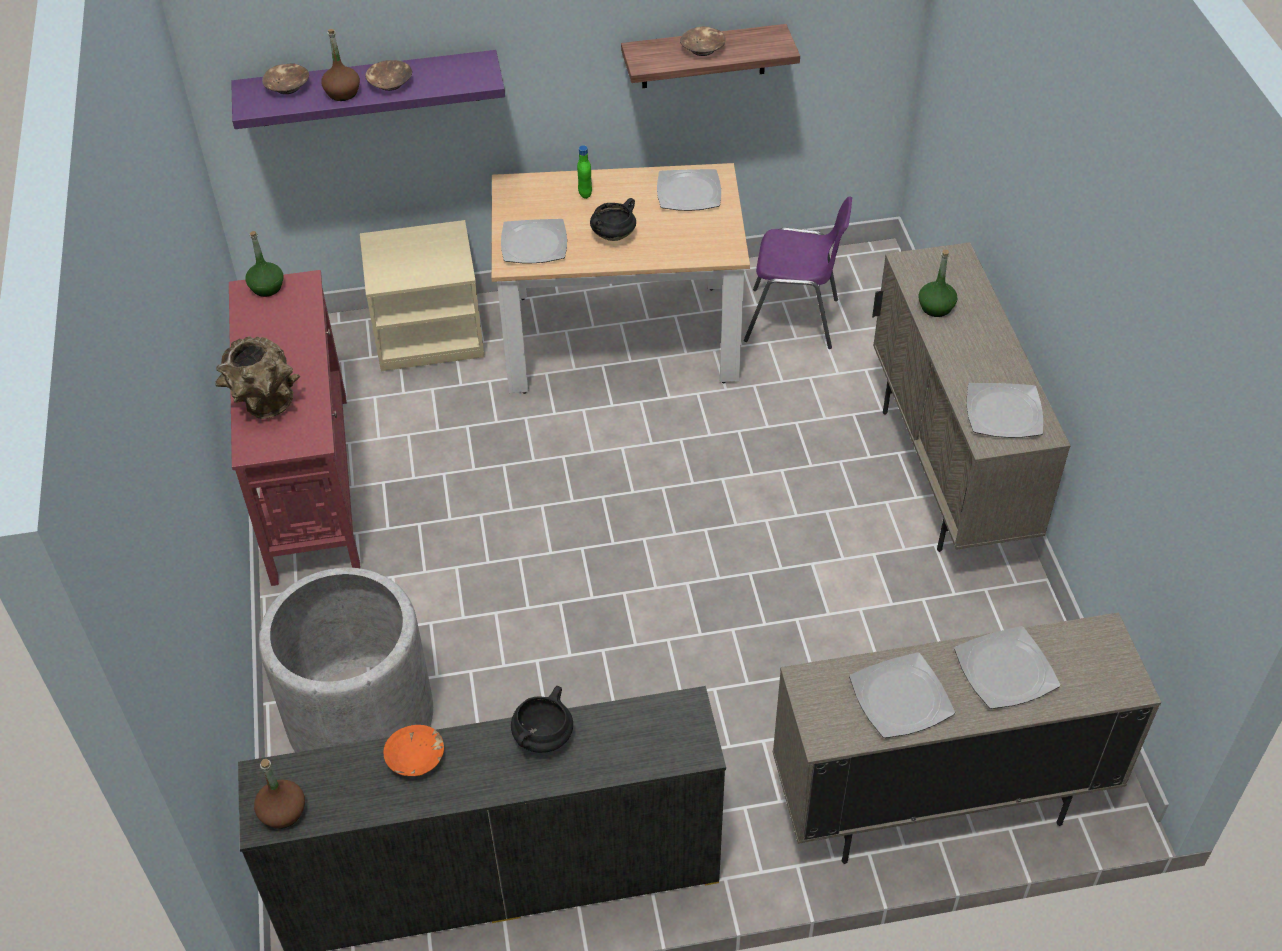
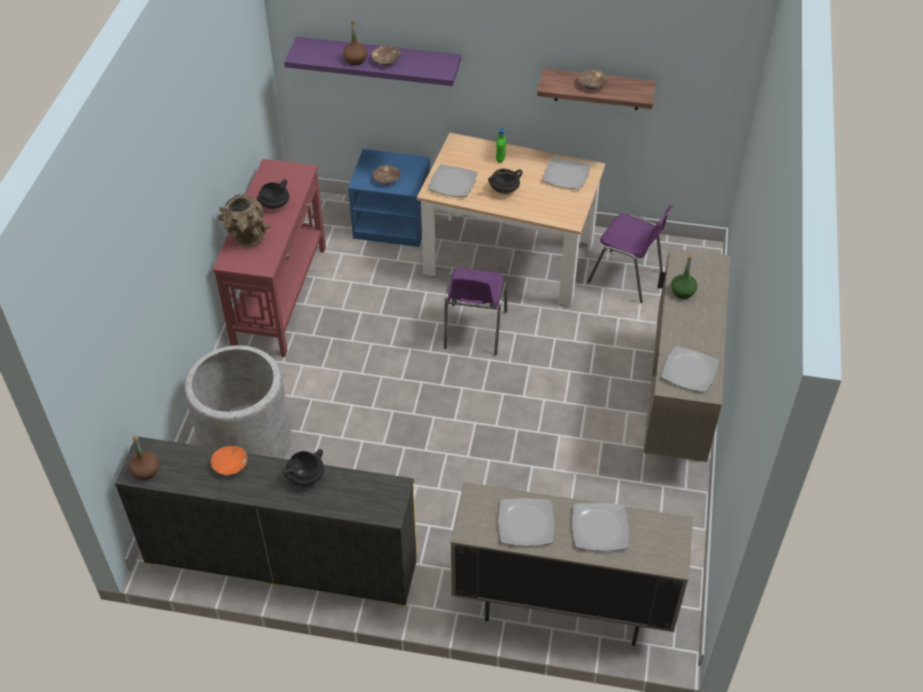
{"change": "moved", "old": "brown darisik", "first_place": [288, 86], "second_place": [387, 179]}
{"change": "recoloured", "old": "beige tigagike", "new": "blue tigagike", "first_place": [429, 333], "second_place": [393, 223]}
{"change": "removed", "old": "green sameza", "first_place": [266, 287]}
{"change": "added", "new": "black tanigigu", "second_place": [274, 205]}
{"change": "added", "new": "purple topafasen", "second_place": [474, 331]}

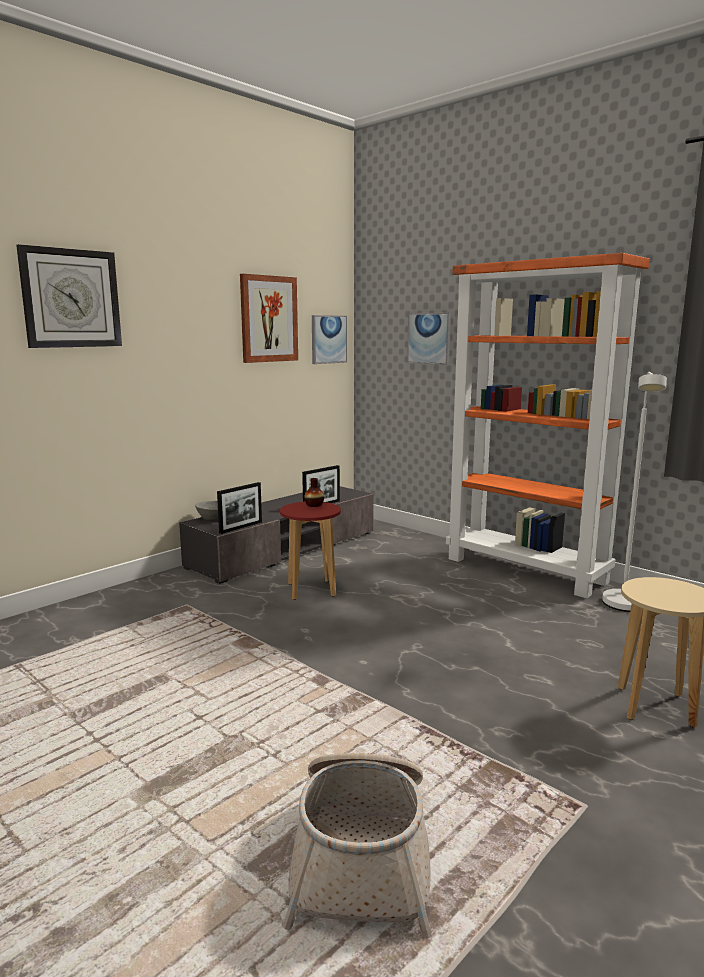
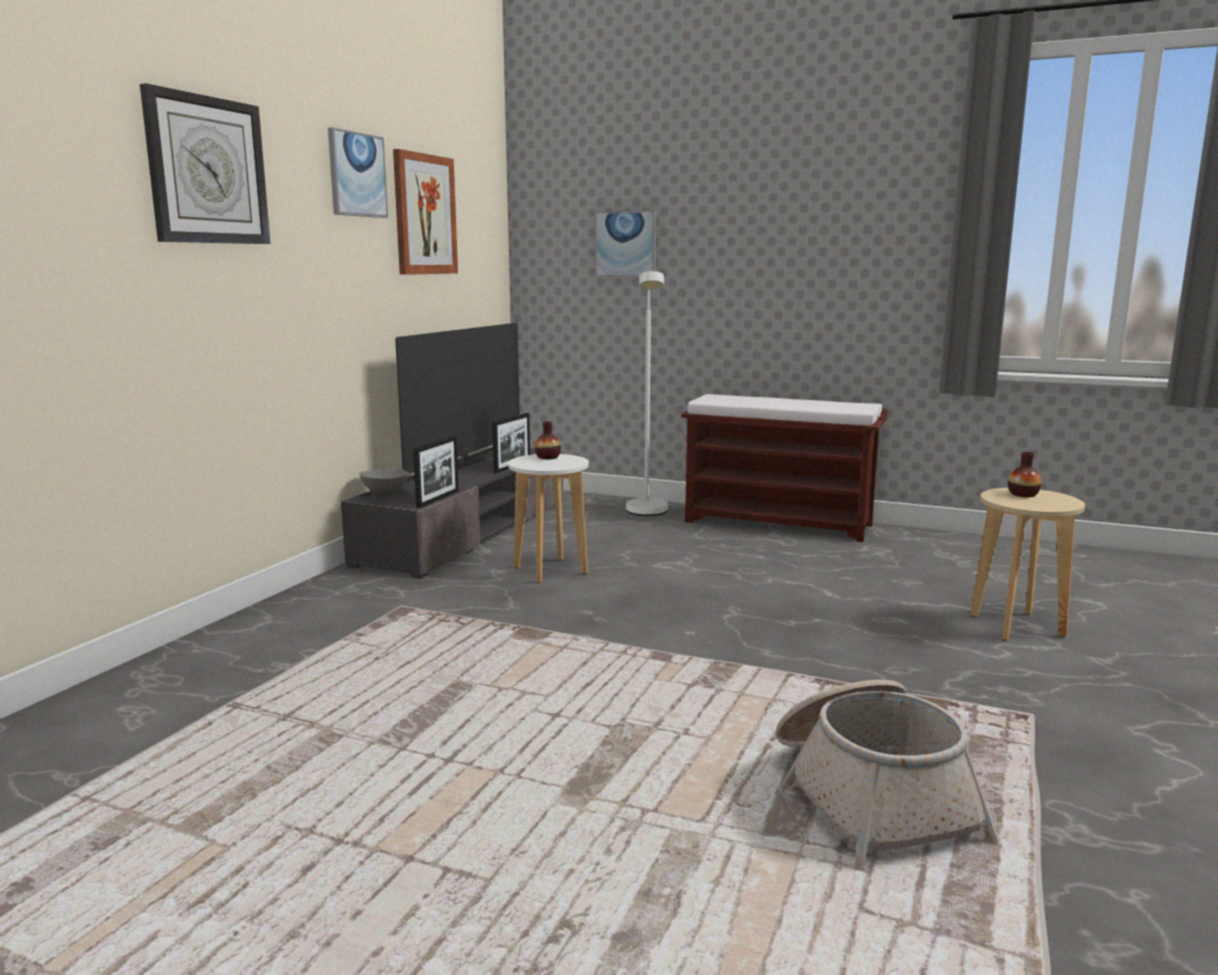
{"change": "replaced", "old": "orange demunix", "new": "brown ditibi", "first_place": [526, 570], "second_place": [780, 523]}
{"change": "moved", "old": "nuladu", "first_place": [328, 339], "second_place": [357, 175]}
{"change": "moved", "old": "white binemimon", "first_place": [624, 608], "second_place": [647, 513]}
{"change": "recoloured", "old": "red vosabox", "new": "white vosabox", "first_place": [311, 590], "second_place": [550, 570]}
{"change": "added", "new": "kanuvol", "second_place": [465, 463]}
{"change": "added", "new": "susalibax", "second_place": [1023, 494]}

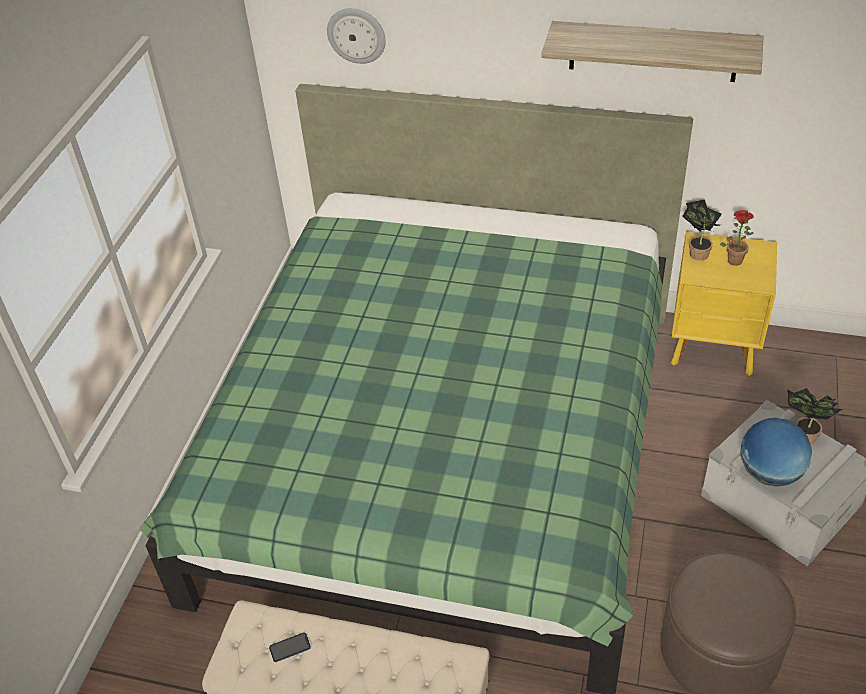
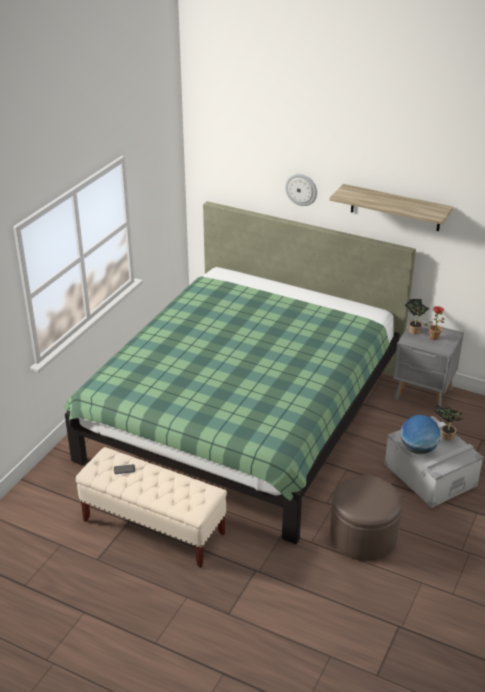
{"change": "moved", "old": "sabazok", "first_place": [356, 35], "second_place": [301, 189]}
{"change": "recoloured", "old": "yellow tigagike", "new": "grey tigagike", "first_place": [714, 347], "second_place": [423, 394]}

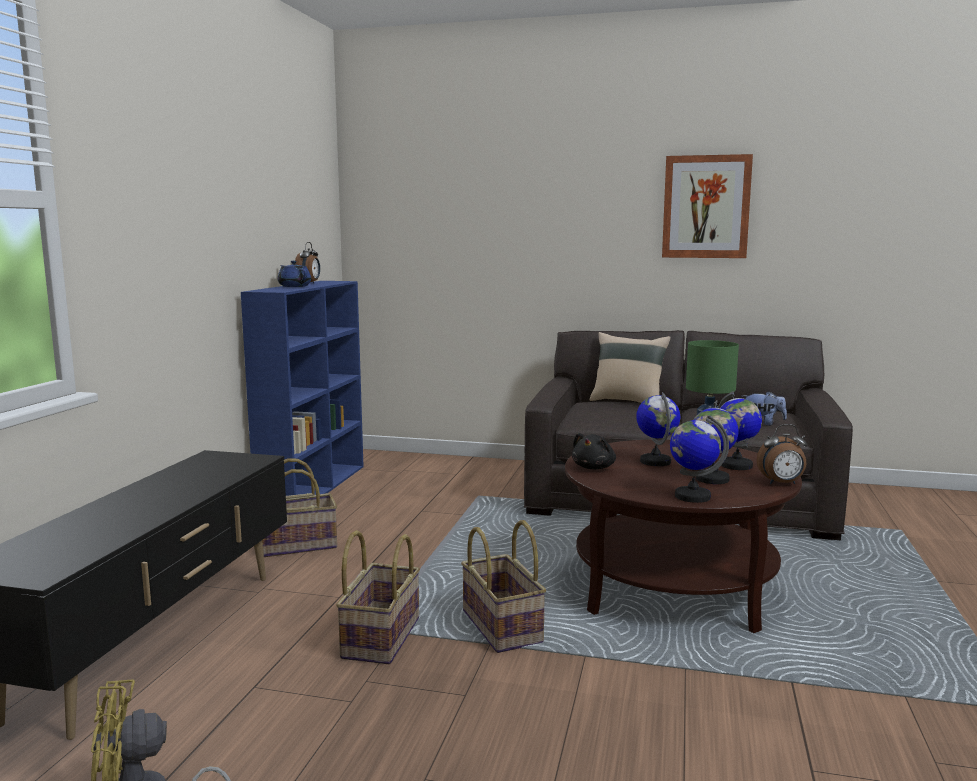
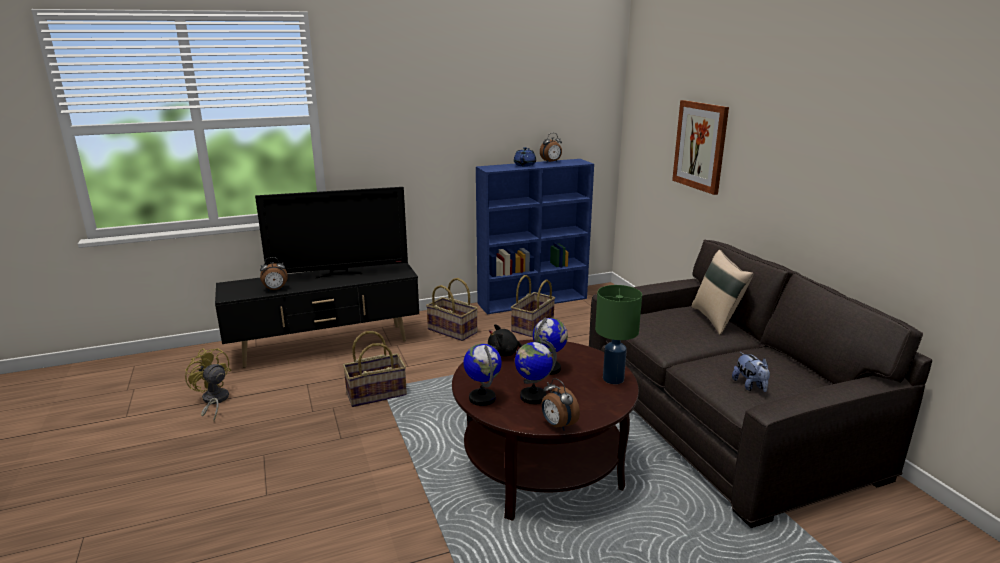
{"change": "moved", "old": "nuladu", "first_place": [706, 207], "second_place": [700, 146]}
{"change": "removed", "old": "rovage", "first_place": [736, 465]}
{"change": "moved", "old": "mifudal", "first_place": [503, 627], "second_place": [533, 326]}
{"change": "added", "new": "kanuvol", "second_place": [339, 274]}
{"change": "added", "new": "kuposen", "second_place": [275, 290]}

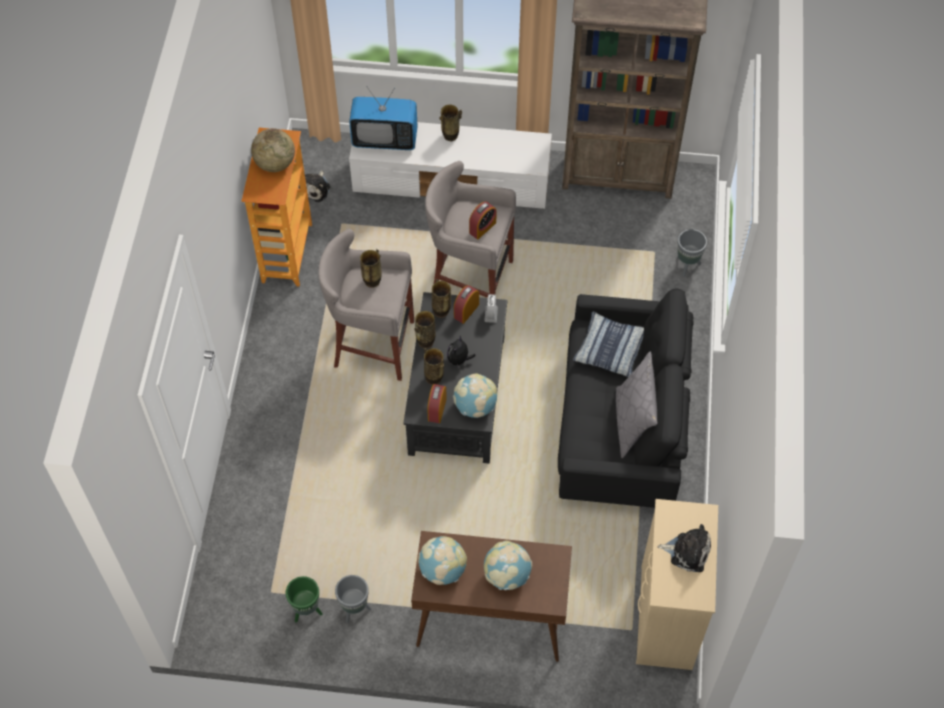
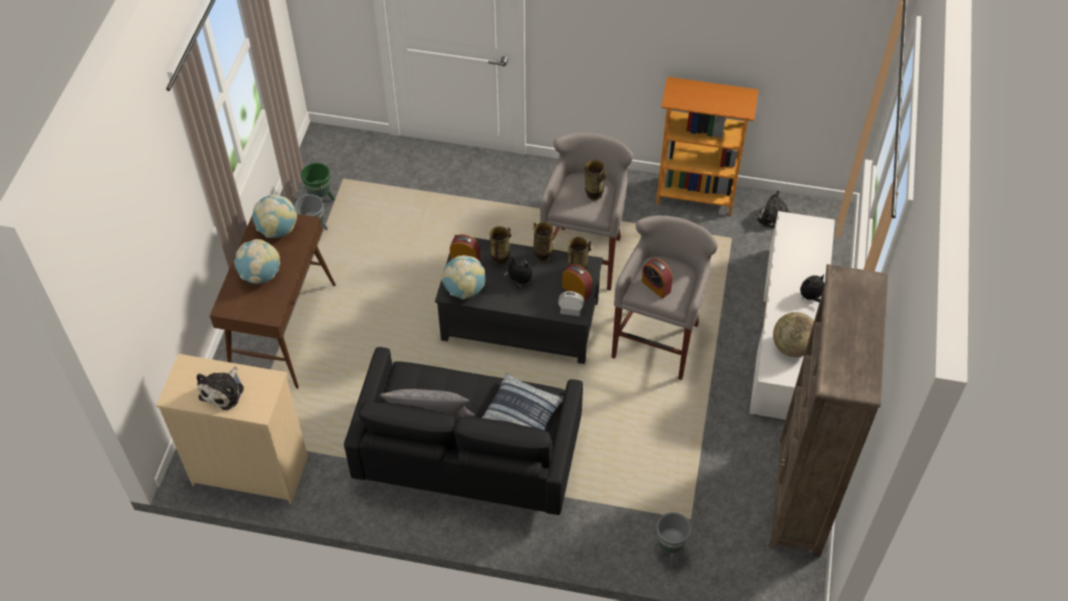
{"change": "removed", "old": "kanuvol", "first_place": [385, 139]}
{"change": "replaced", "old": "susalibax", "new": "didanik", "first_place": [450, 136], "second_place": [811, 297]}
{"change": "moved", "old": "rovage", "first_place": [275, 163], "second_place": [792, 347]}

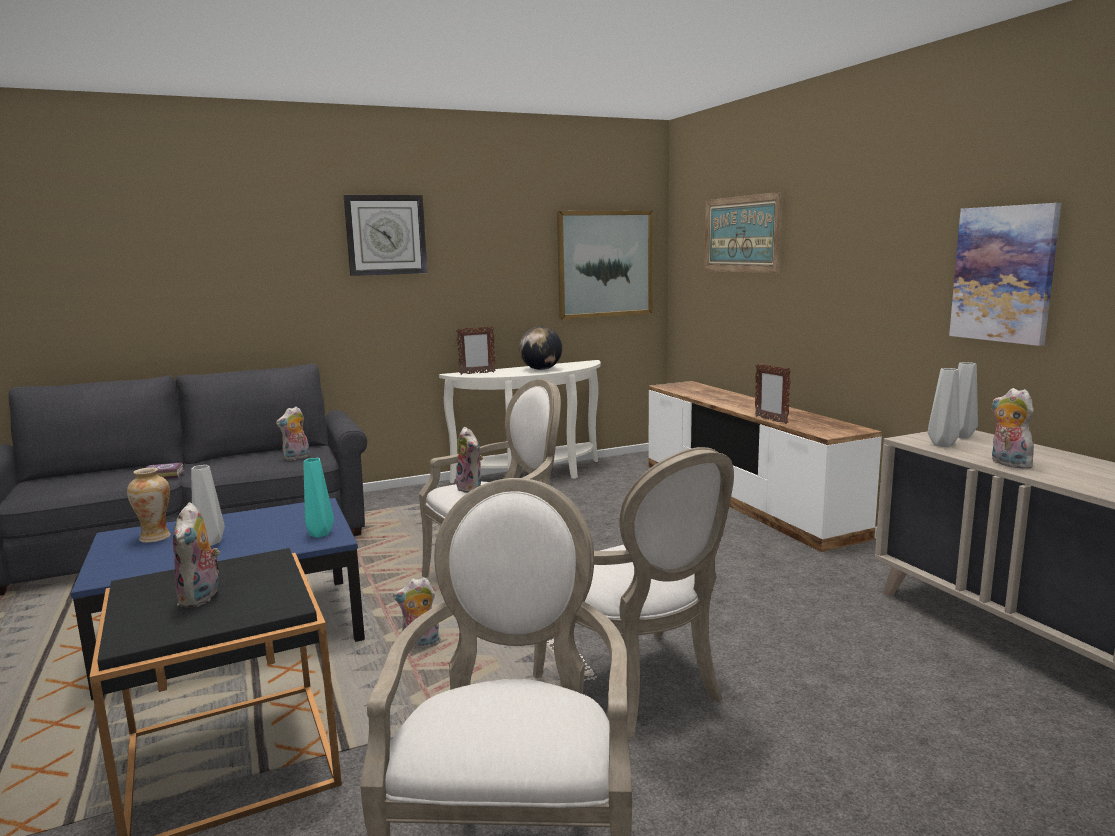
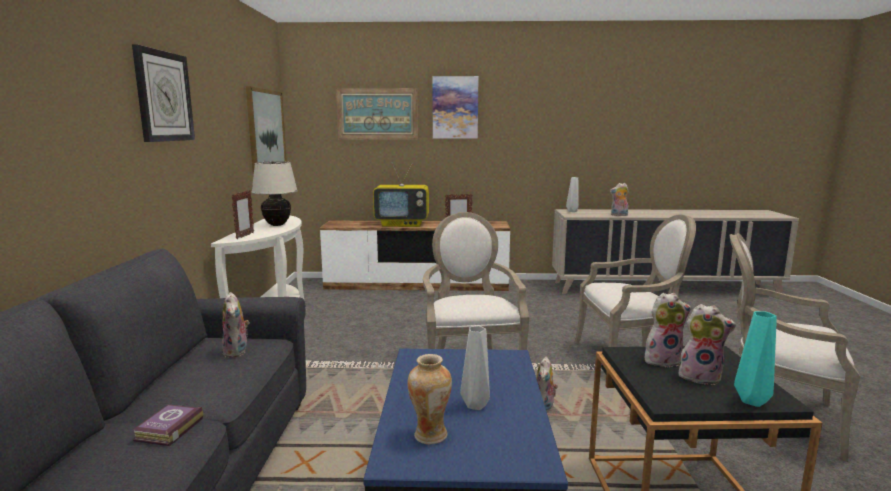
{"change": "moved", "old": "nuladu", "first_place": [1003, 274], "second_place": [455, 107]}
{"change": "replaced", "old": "rovage", "new": "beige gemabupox", "first_place": [541, 369], "second_place": [277, 225]}
{"change": "removed", "old": "grey susalibax", "first_place": [943, 445]}
{"change": "moved", "old": "didanik", "first_place": [471, 488], "second_place": [662, 360]}
{"change": "moved", "old": "turquoise susalibax", "first_place": [318, 534], "second_place": [753, 402]}
{"change": "added", "new": "kanuvol", "second_place": [403, 224]}

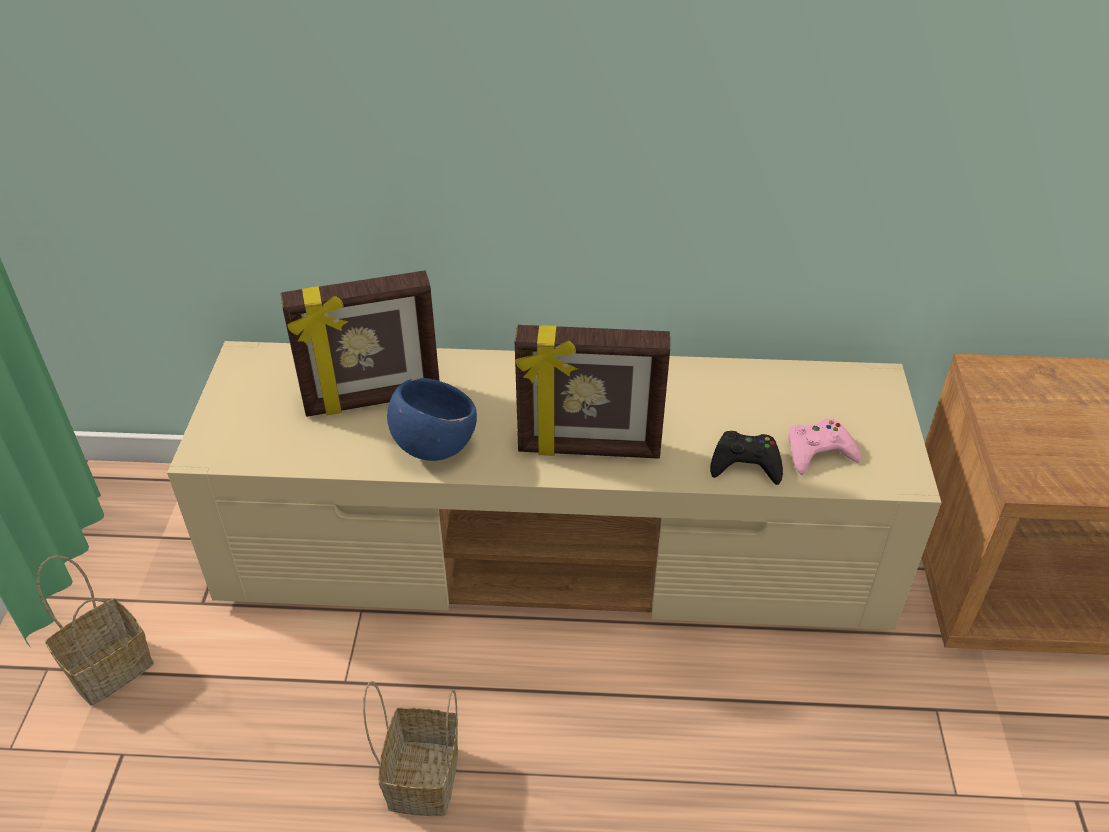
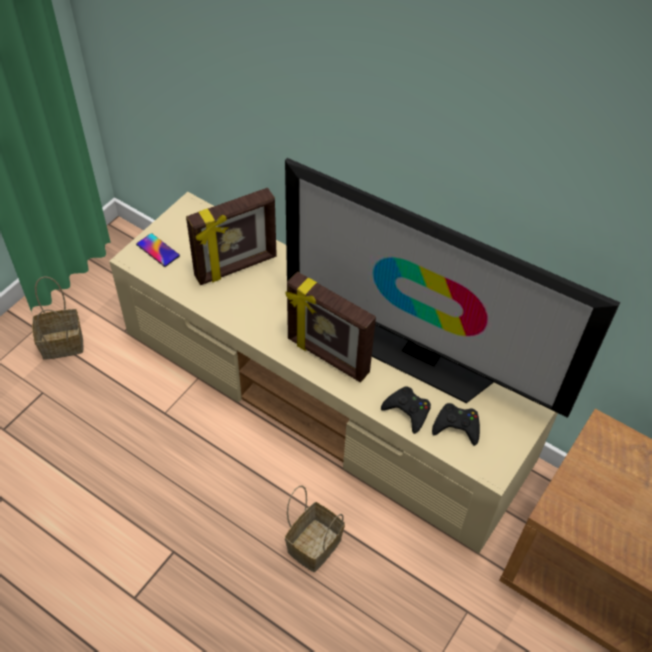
{"change": "turned", "old": "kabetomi", "first_place": [373, 400], "second_place": [236, 267], "degrees": -45}
{"change": "removed", "old": "blue darisik", "first_place": [433, 447]}
{"change": "recoloured", "old": "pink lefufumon", "new": "black lefufumon", "first_place": [818, 452], "second_place": [457, 426]}
{"change": "moved", "old": "mifudal", "first_place": [422, 775], "second_place": [314, 543]}
{"change": "added", "new": "kanuvol", "second_place": [421, 355]}
{"change": "added", "new": "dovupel", "second_place": [158, 250]}

